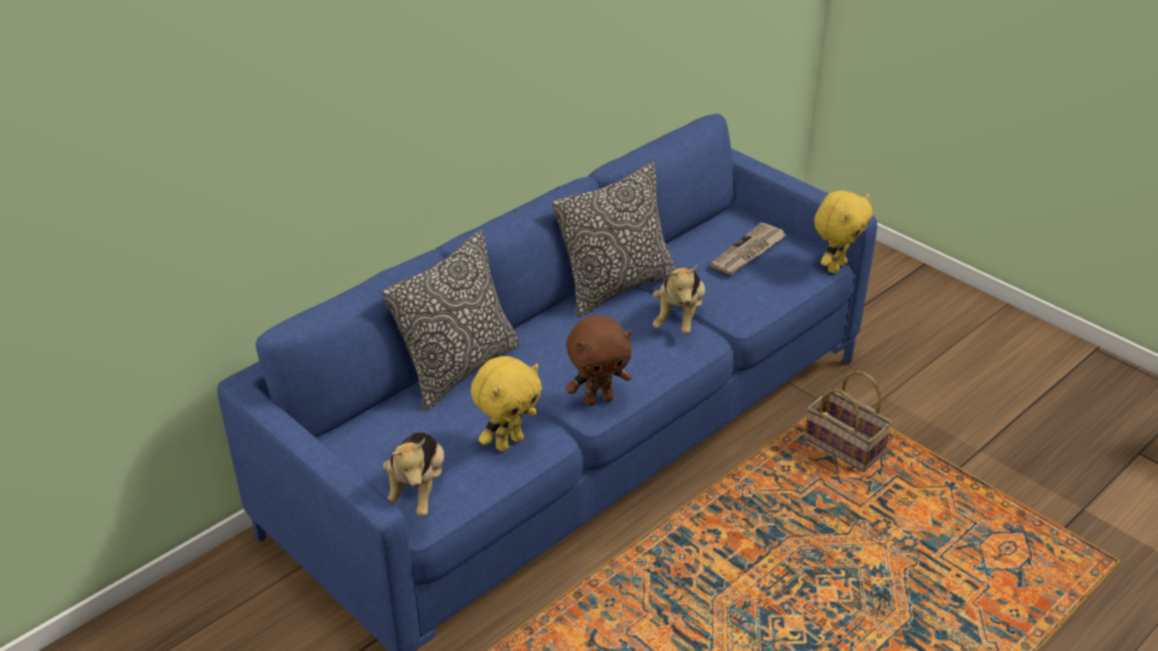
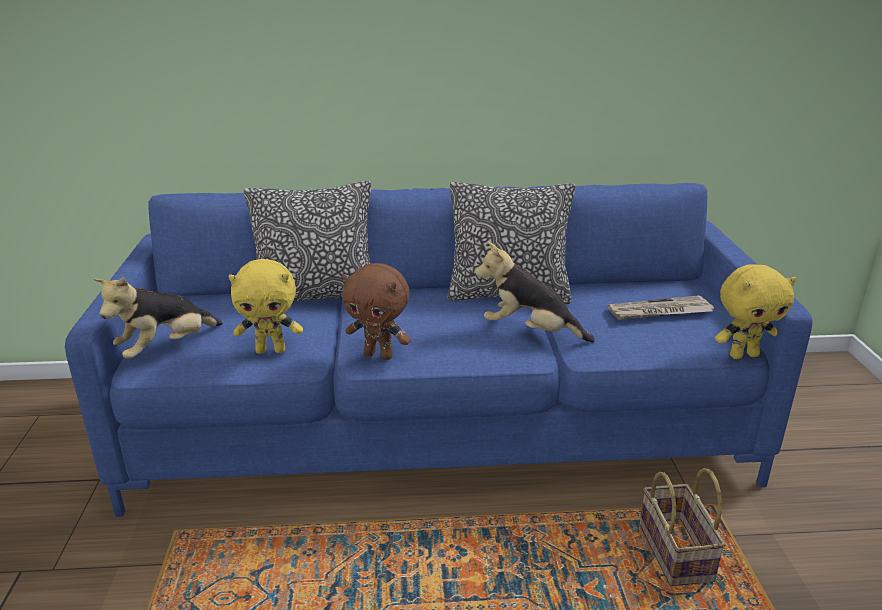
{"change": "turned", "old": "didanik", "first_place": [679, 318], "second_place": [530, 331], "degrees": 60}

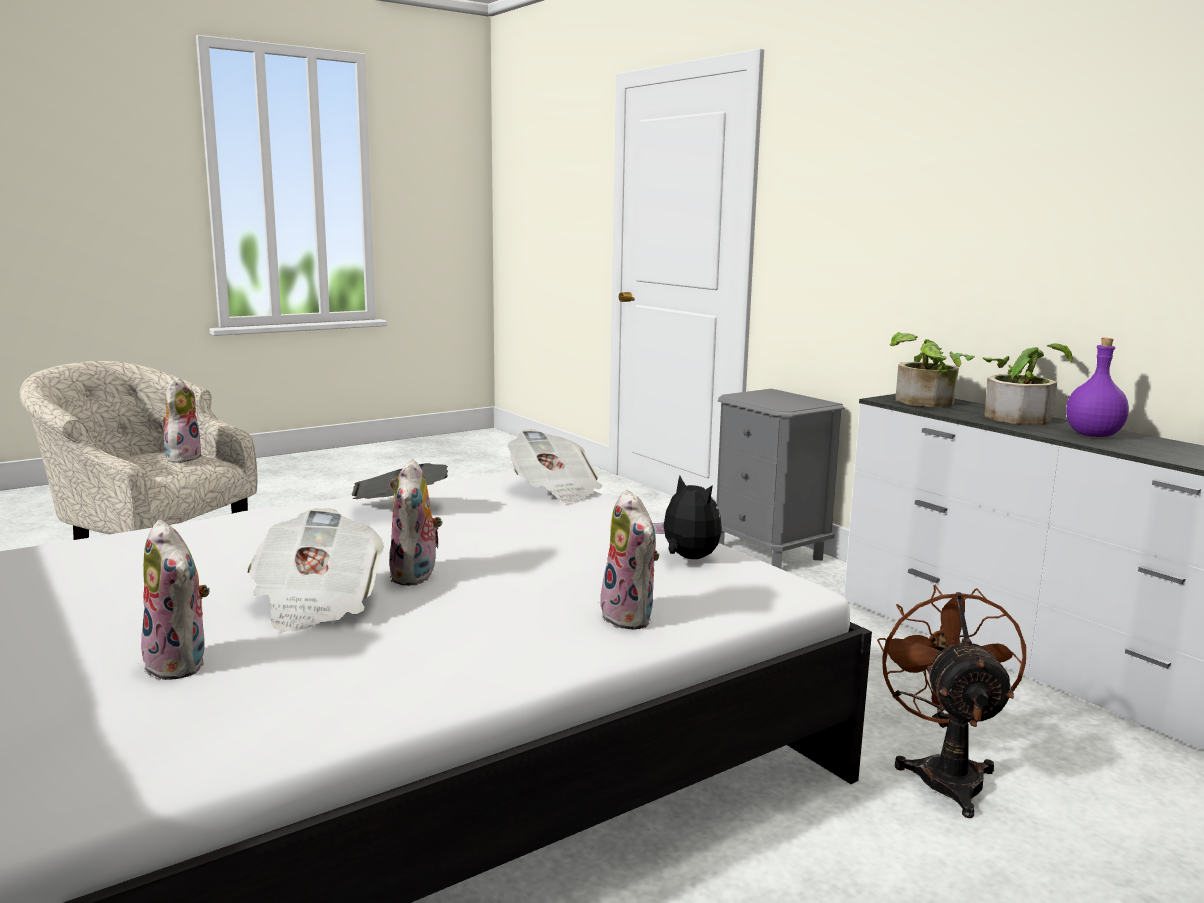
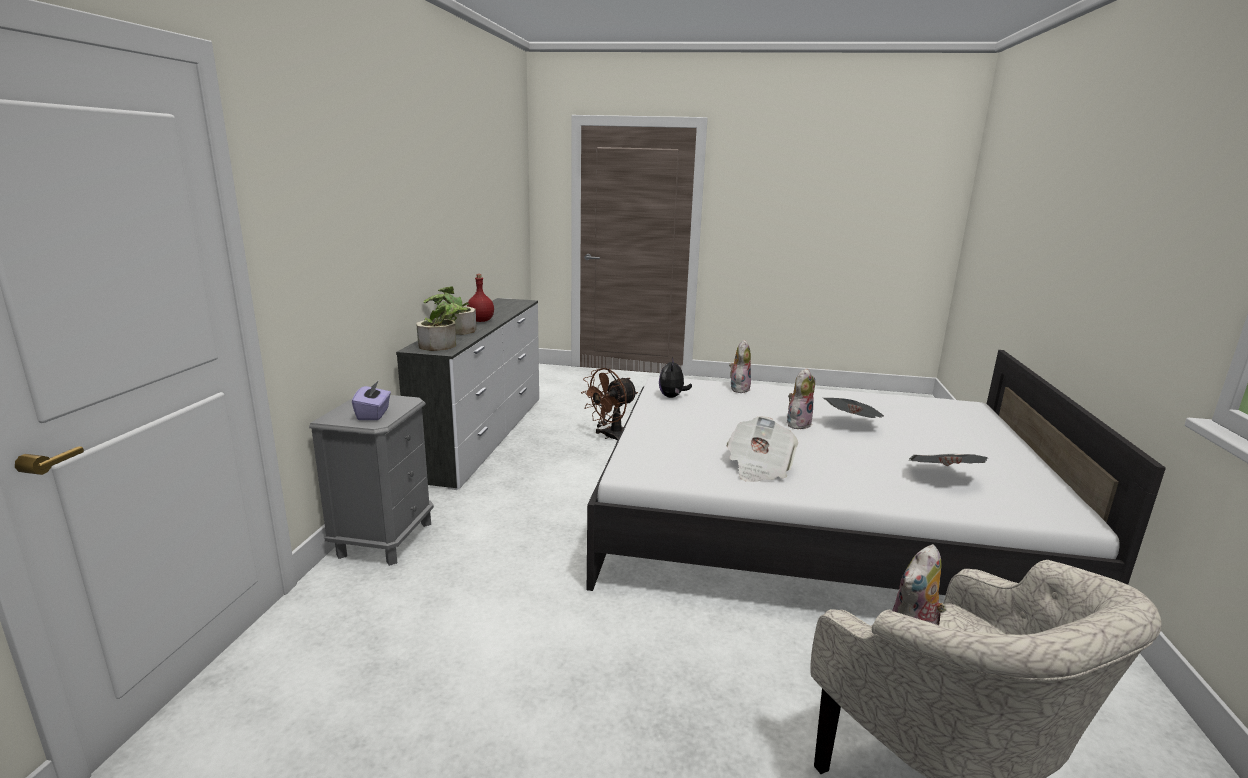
{"change": "recoloured", "old": "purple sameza", "new": "red sameza", "first_place": [1094, 435], "second_place": [481, 320]}
{"change": "moved", "old": "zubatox", "first_place": [555, 491], "second_place": [942, 477]}
{"change": "removed", "old": "didanik", "first_place": [182, 664]}
{"change": "added", "new": "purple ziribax", "second_place": [373, 414]}

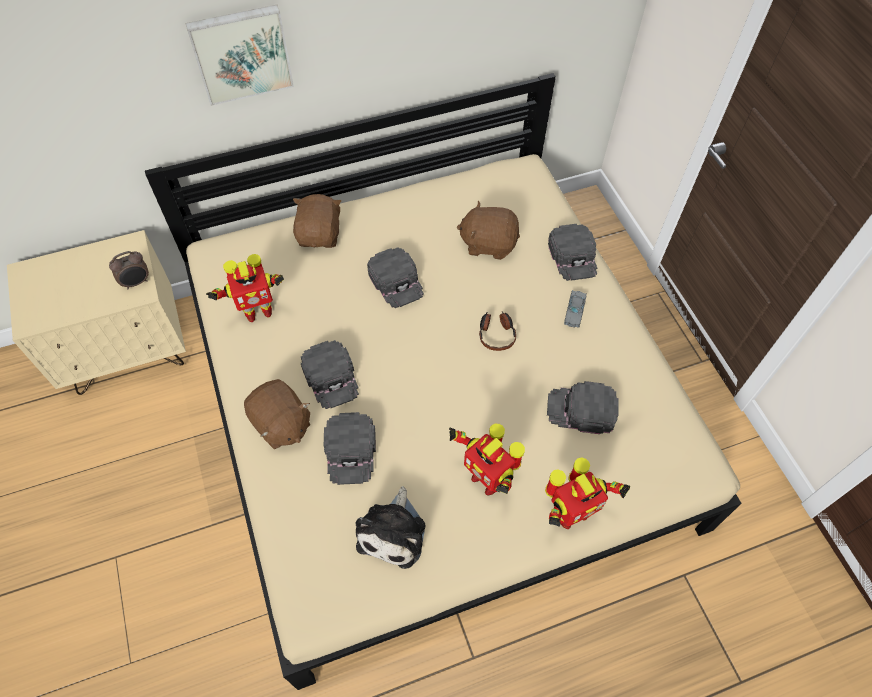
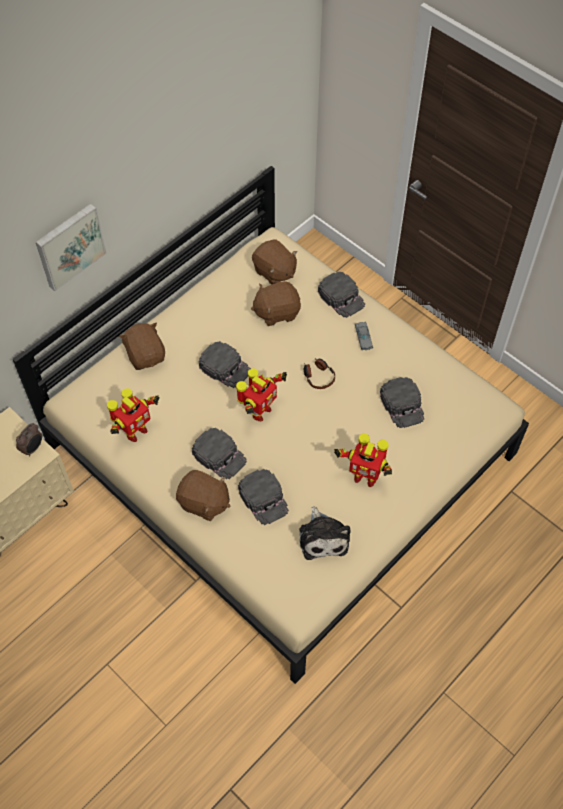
{"change": "turned", "old": "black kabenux", "first_place": [581, 410], "second_place": [402, 405], "degrees": -90}
{"change": "moved", "old": "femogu", "first_place": [569, 514], "second_place": [259, 412]}
{"change": "added", "new": "brown didanik", "second_place": [274, 272]}

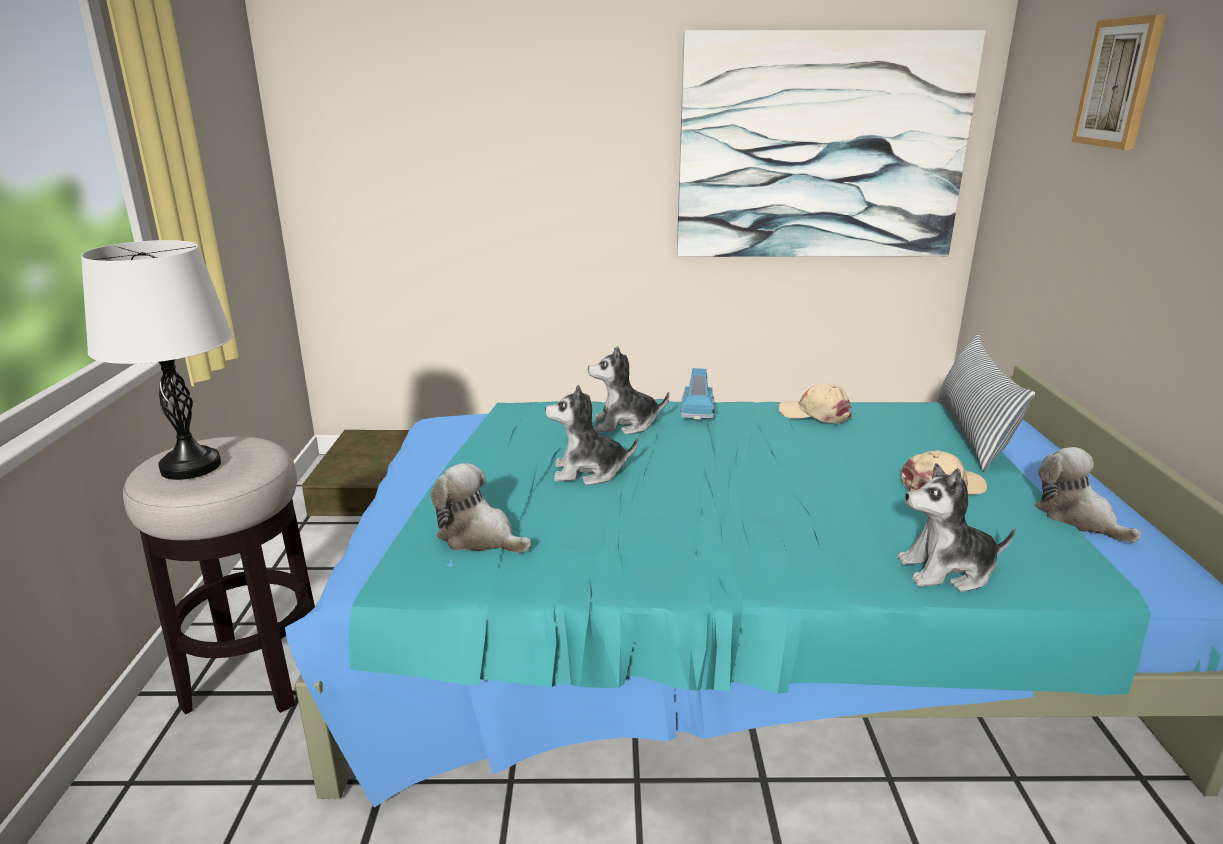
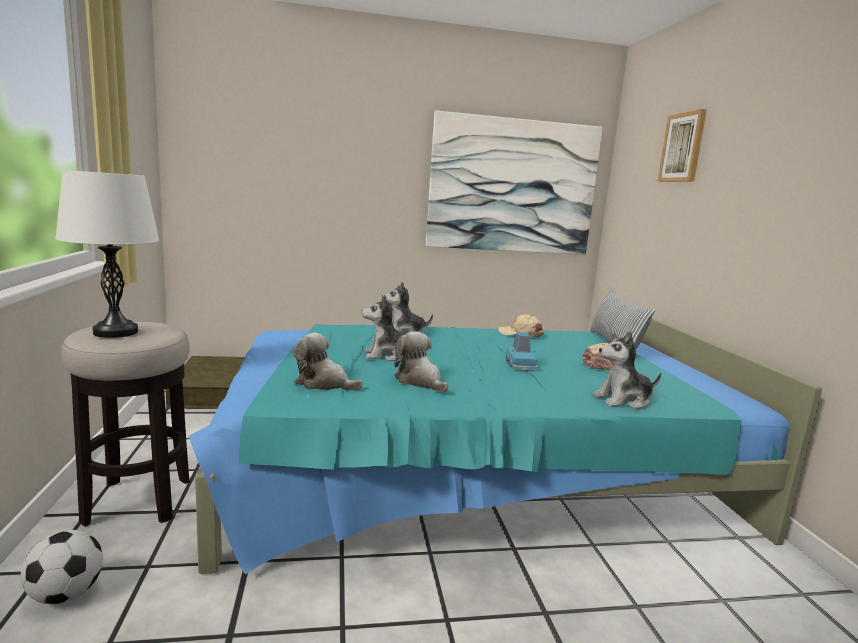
{"change": "moved", "old": "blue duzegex", "first_place": [697, 410], "second_place": [520, 364]}
{"change": "moved", "old": "didanik", "first_place": [1076, 519], "second_place": [420, 381]}
{"change": "added", "new": "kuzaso", "second_place": [66, 595]}

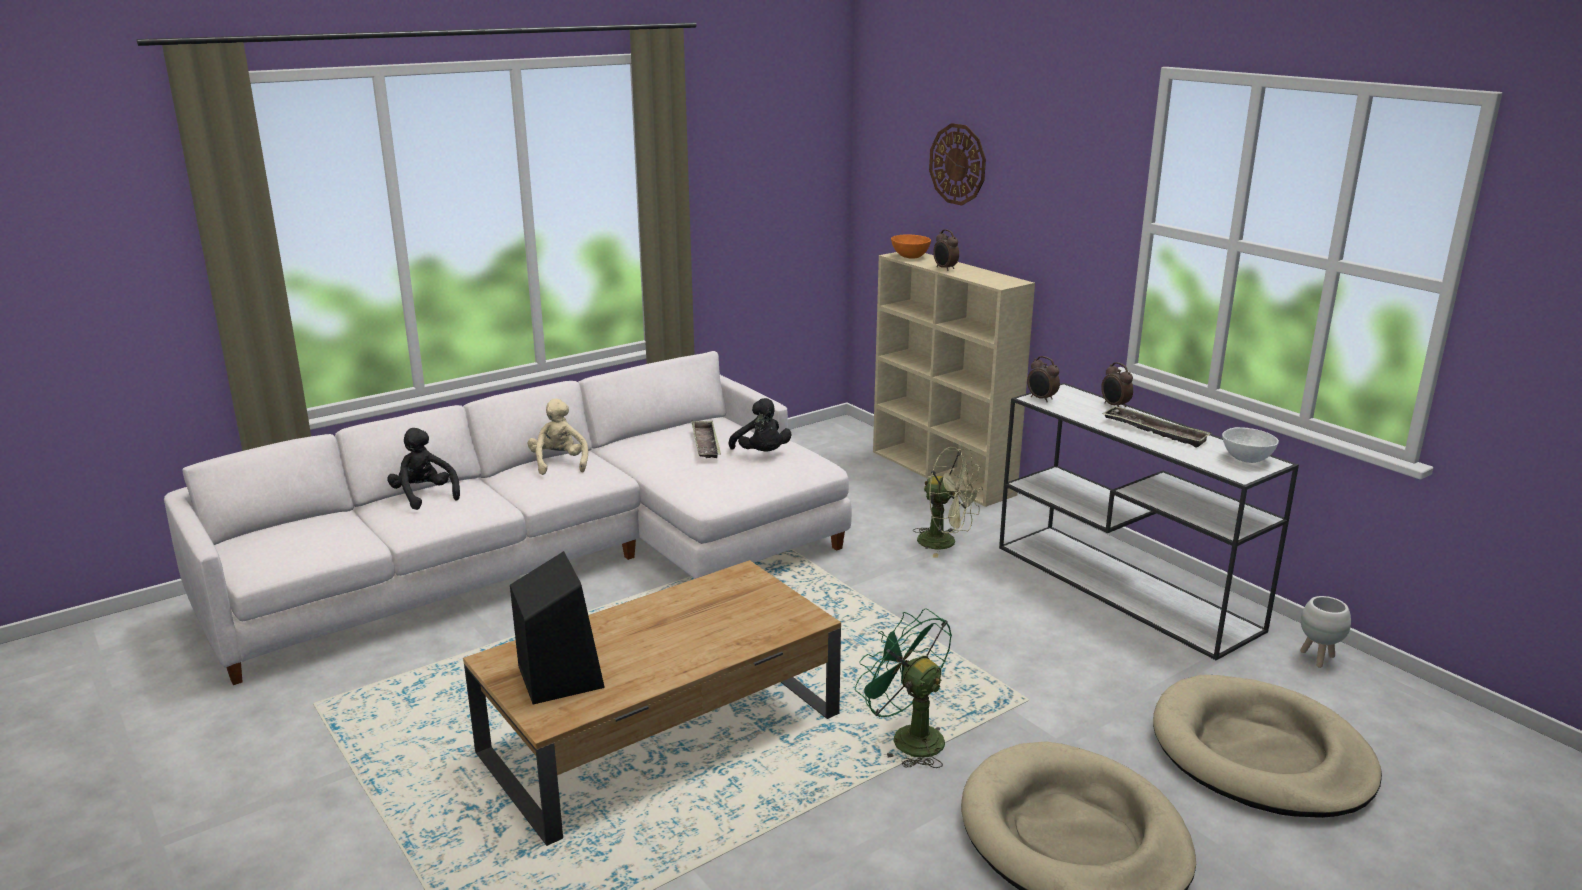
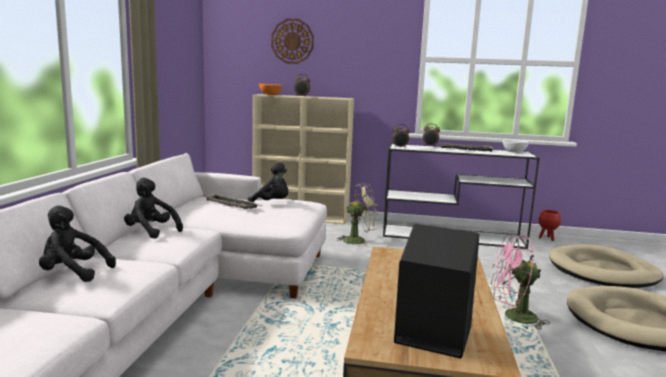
{"change": "recoloured", "old": "beige didanik", "new": "black didanik", "first_place": [559, 463], "second_place": [151, 231]}
{"change": "recoloured", "old": "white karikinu", "new": "red karikinu", "first_place": [1318, 658], "second_place": [547, 238]}
{"change": "recoloured", "old": "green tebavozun", "new": "pink tebavozun", "first_place": [907, 737], "second_place": [513, 317]}

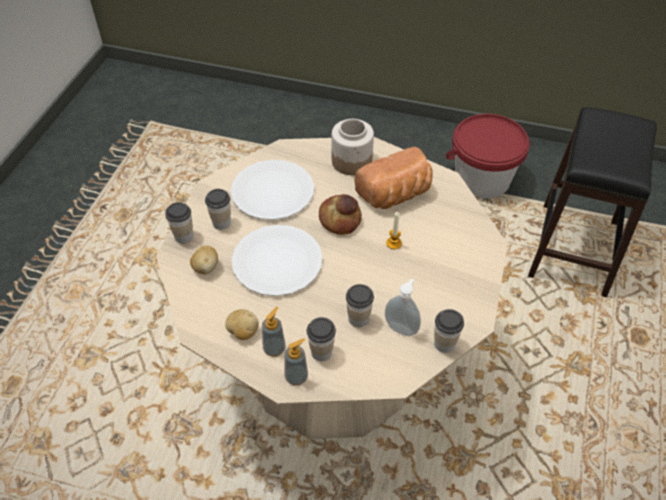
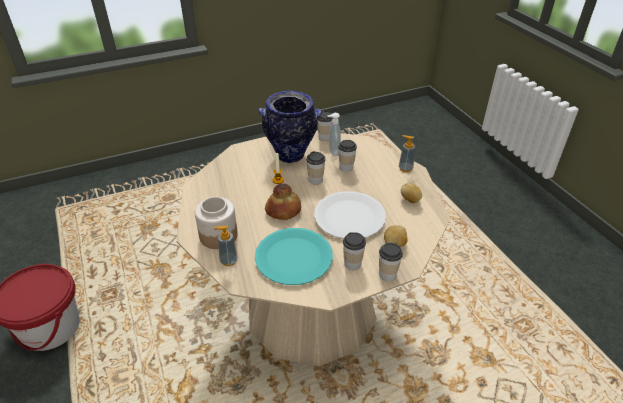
{"change": "removed", "old": "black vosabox", "first_place": [574, 248]}
{"change": "removed", "old": "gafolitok", "first_place": [395, 195]}
{"change": "recoloured", "old": "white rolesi", "new": "turquoise rolesi", "first_place": [272, 191], "second_place": [294, 257]}
{"change": "moved", "old": "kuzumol", "first_place": [274, 348], "second_place": [228, 260]}
{"change": "moved", "old": "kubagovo", "first_place": [321, 352], "second_place": [315, 180]}
{"change": "added", "new": "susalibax", "second_place": [291, 155]}

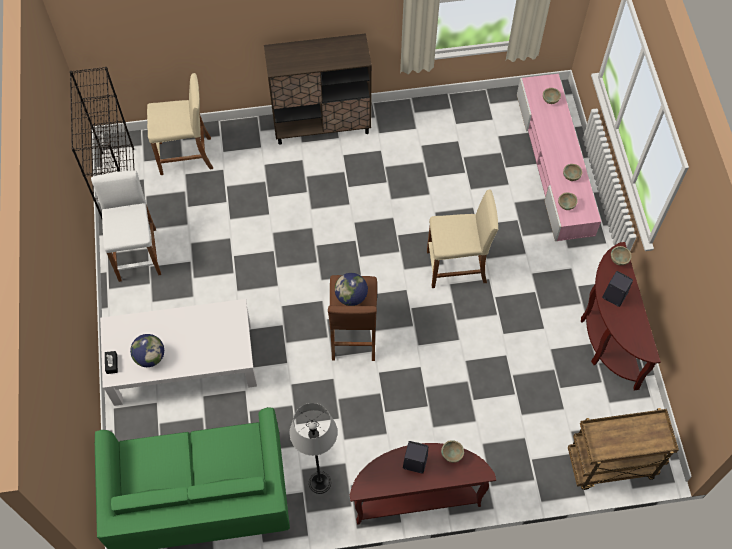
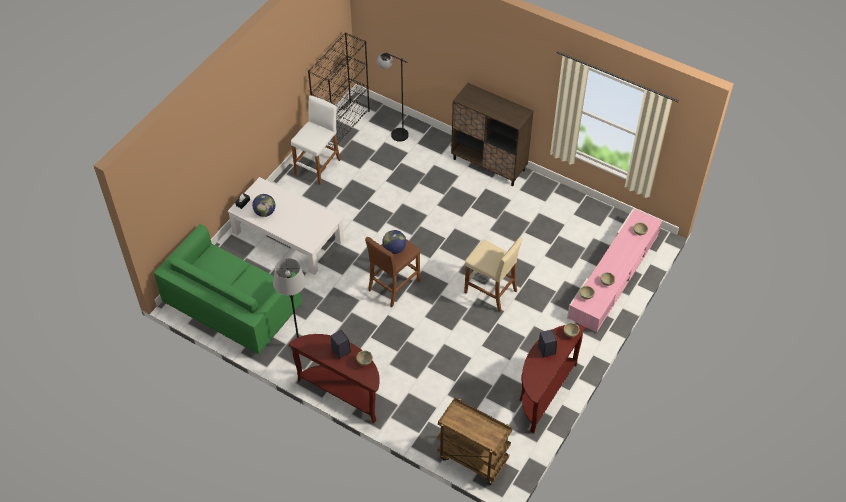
{"change": "replaced", "old": "beige vosabox", "new": "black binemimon", "first_place": [186, 156], "second_place": [394, 132]}

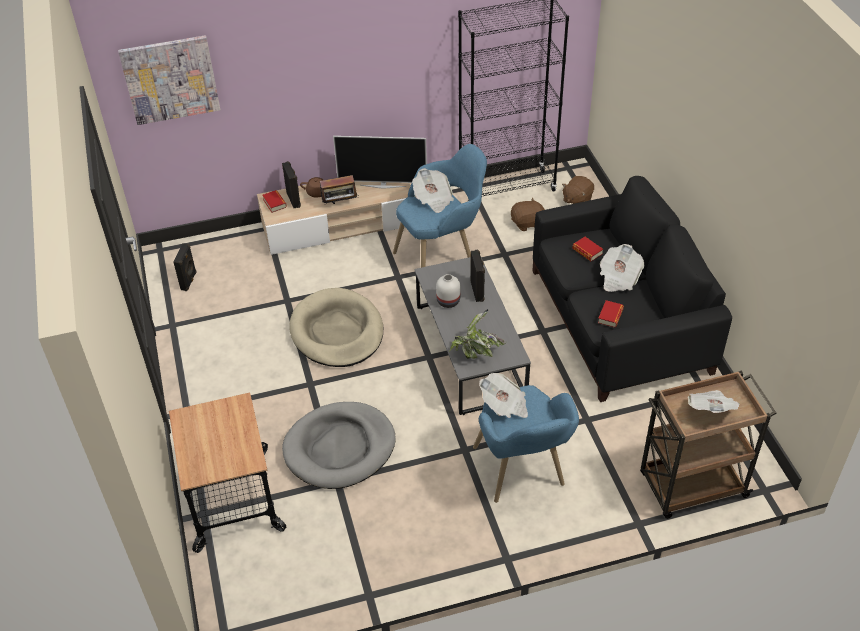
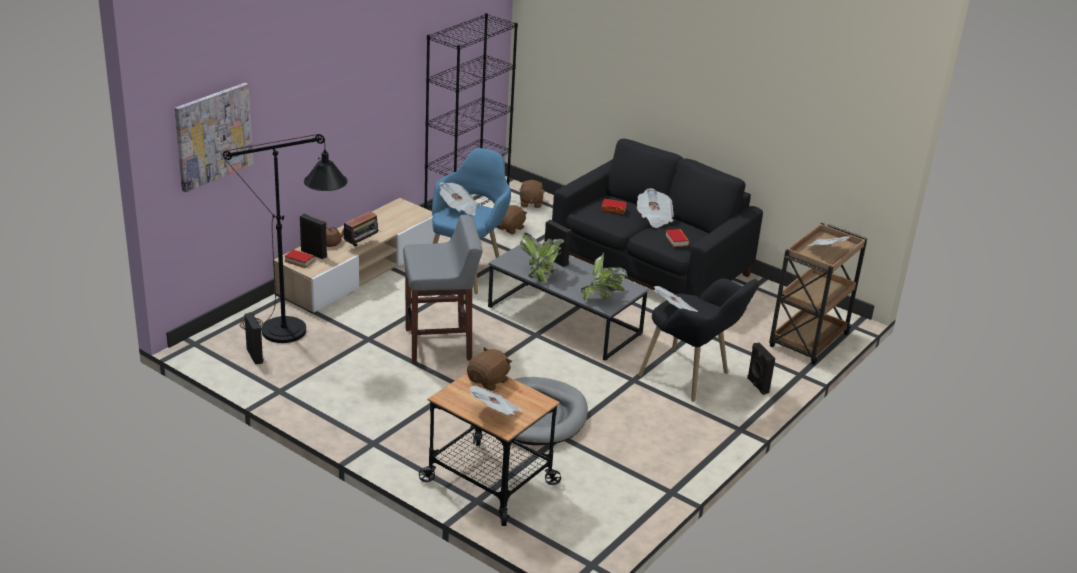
{"change": "removed", "old": "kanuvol", "first_place": [383, 185]}
{"change": "replaced", "old": "white susalibax", "new": "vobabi", "first_place": [447, 301], "second_place": [541, 273]}
{"change": "replaced", "old": "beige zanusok", "new": "grey vosabox", "first_place": [337, 331], "second_place": [439, 344]}
{"change": "recoloured", "old": "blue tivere", "new": "black tivere", "first_place": [522, 476], "second_place": [693, 379]}
{"change": "added", "new": "black binemimon", "second_place": [296, 333]}
{"change": "added", "new": "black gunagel", "second_place": [757, 386]}
{"change": "added", "new": "brown didanik", "second_place": [489, 381]}
{"change": "added", "new": "zubatox", "second_place": [495, 412]}

